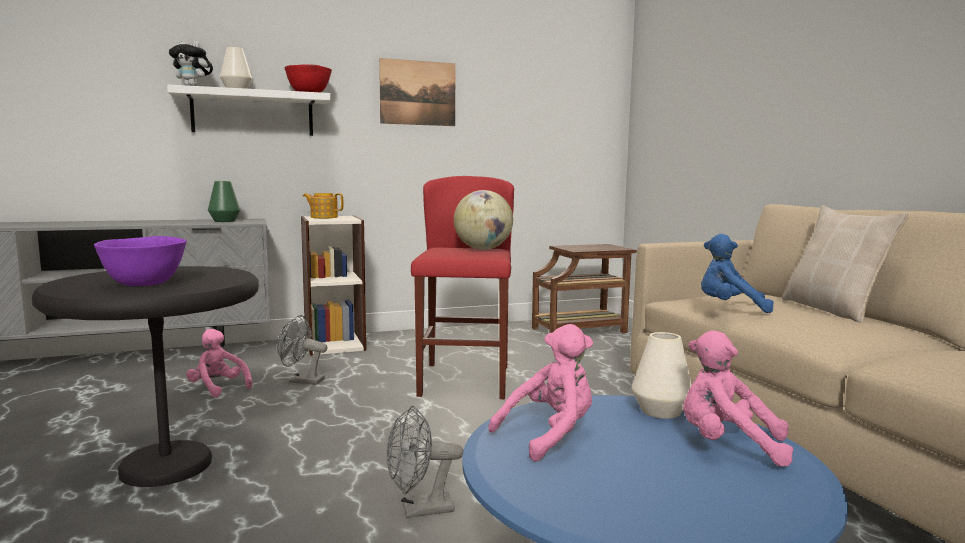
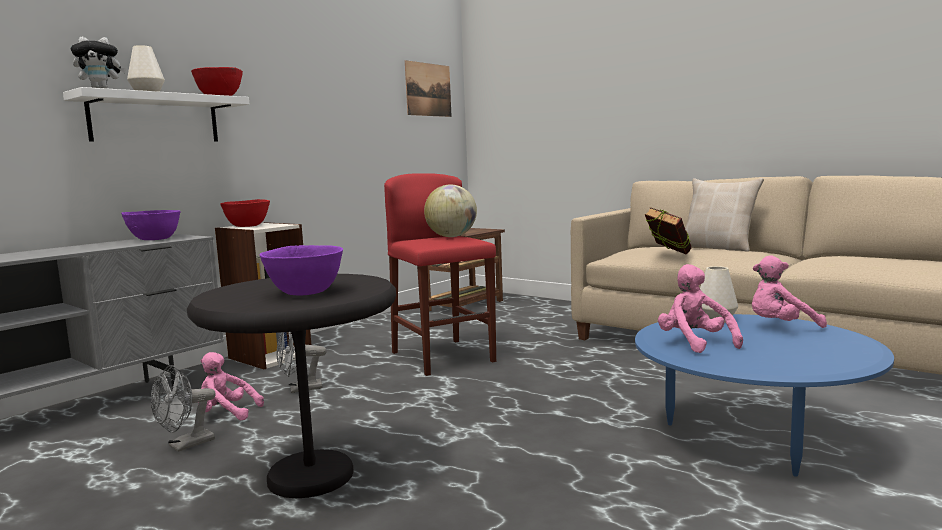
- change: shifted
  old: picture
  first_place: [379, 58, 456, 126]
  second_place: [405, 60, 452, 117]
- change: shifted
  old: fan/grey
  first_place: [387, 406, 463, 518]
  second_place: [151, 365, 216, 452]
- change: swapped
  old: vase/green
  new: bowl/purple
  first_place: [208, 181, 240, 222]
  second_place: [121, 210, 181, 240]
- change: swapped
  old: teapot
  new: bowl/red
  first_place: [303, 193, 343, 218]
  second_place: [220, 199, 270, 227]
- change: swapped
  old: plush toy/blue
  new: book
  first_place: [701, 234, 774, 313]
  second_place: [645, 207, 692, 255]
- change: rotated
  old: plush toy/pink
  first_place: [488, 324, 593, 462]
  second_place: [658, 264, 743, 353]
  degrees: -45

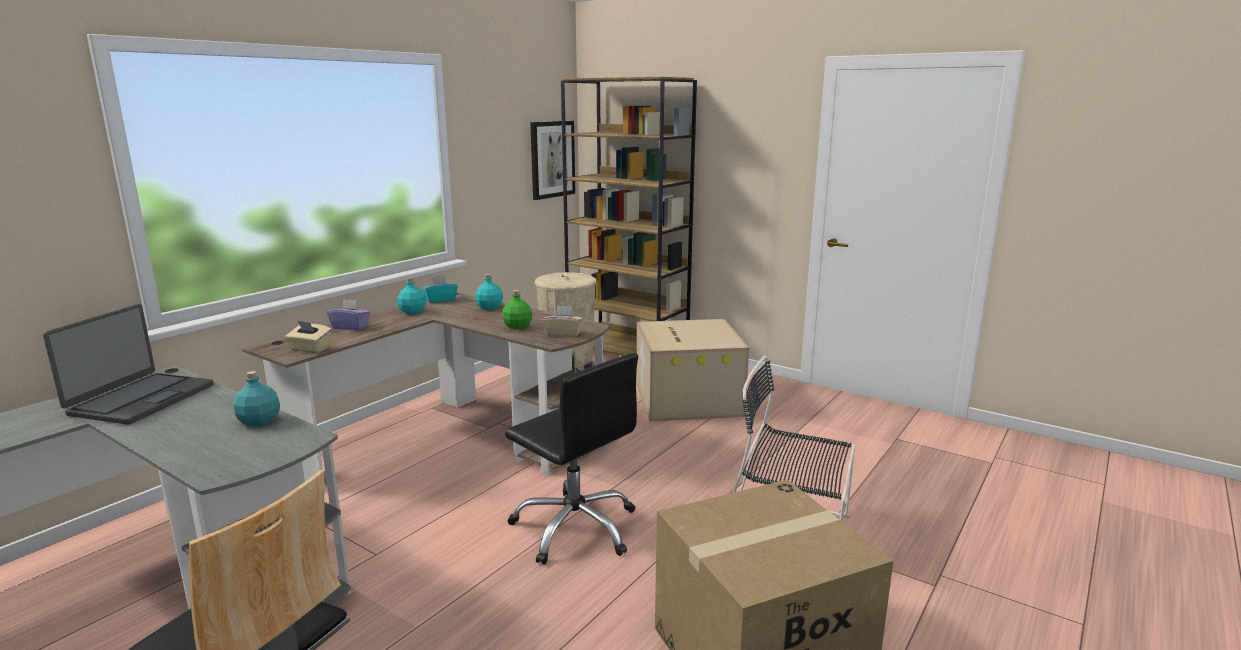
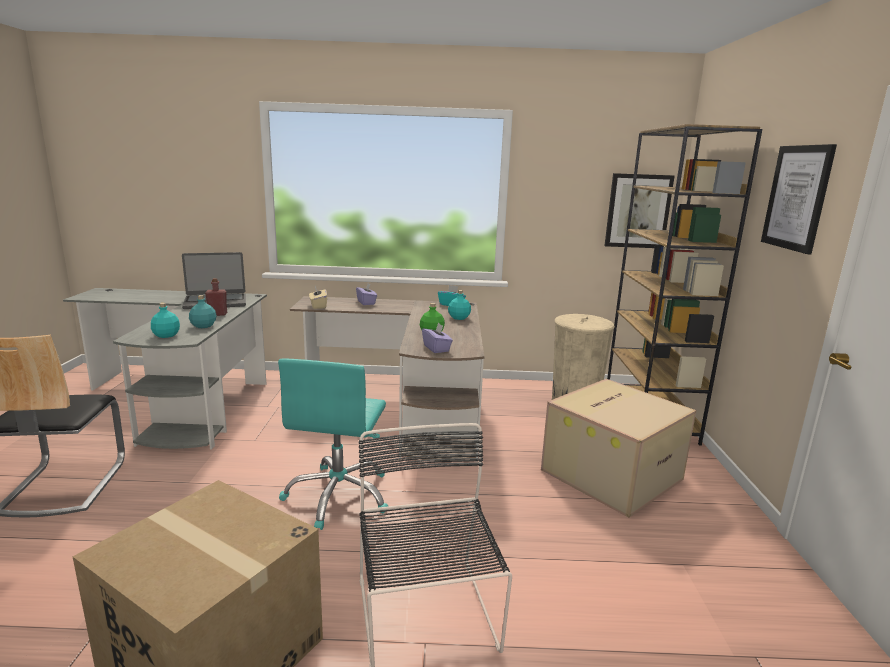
- change: new
  new: bottle/red
  second_place: [205, 278, 227, 316]
- change: new
  new: picture
  second_place: [761, 144, 837, 254]
- change: shifted
  old: bottle/turquoise
  first_place: [397, 277, 426, 314]
  second_place: [151, 303, 180, 338]
- change: repainted
  old: office chair/black
  new: office chair/turquoise
  first_place: [505, 353, 638, 565]
  second_place: [278, 358, 388, 530]
- change: repainted
  old: tissue box/beige
  new: tissue box/purple
  first_place: [543, 306, 584, 338]
  second_place: [422, 322, 453, 353]

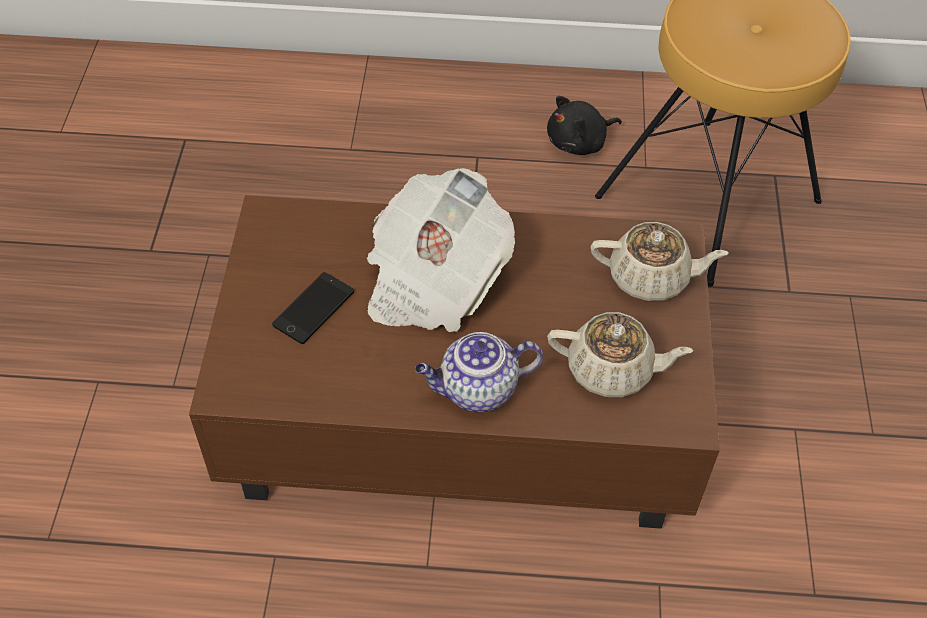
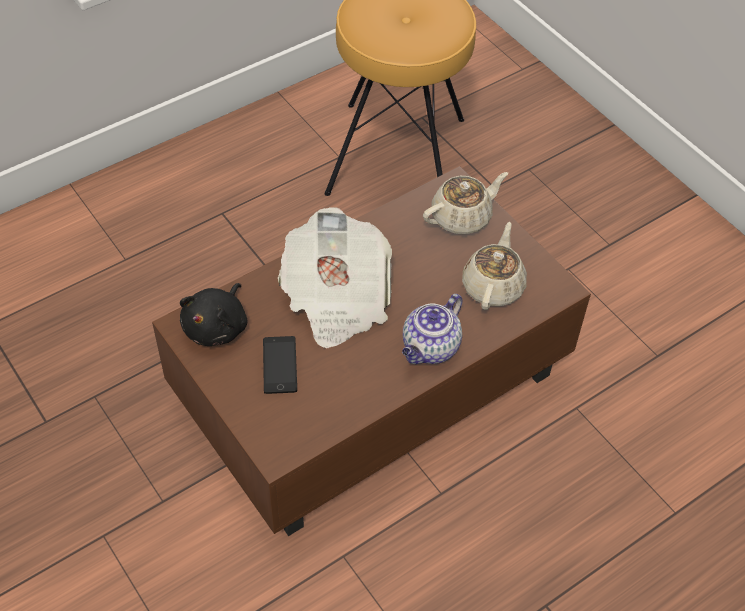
- change: shifted
  old: plush toy/black
  first_place: [547, 96, 622, 155]
  second_place: [180, 283, 247, 346]
- change: rotated
  old: teapot/beige
  first_place: [547, 312, 693, 397]
  second_place: [462, 222, 527, 310]
  degrees: -45

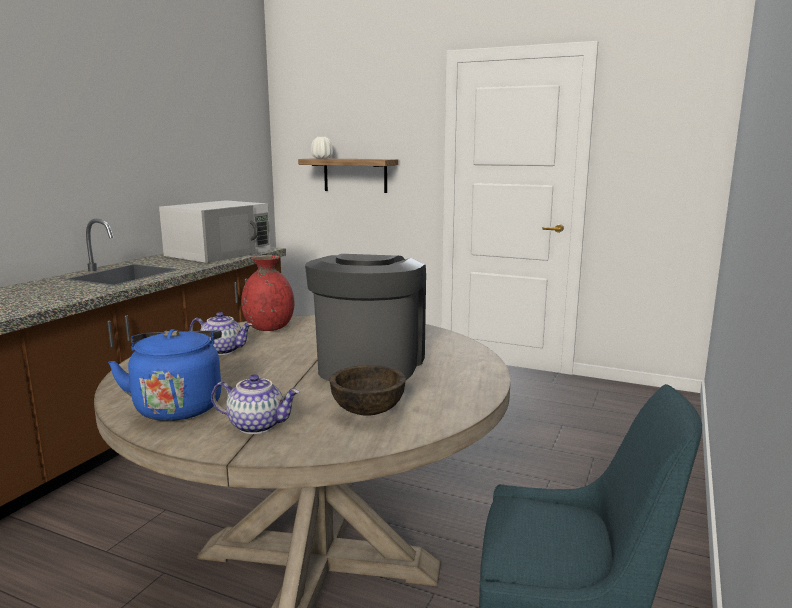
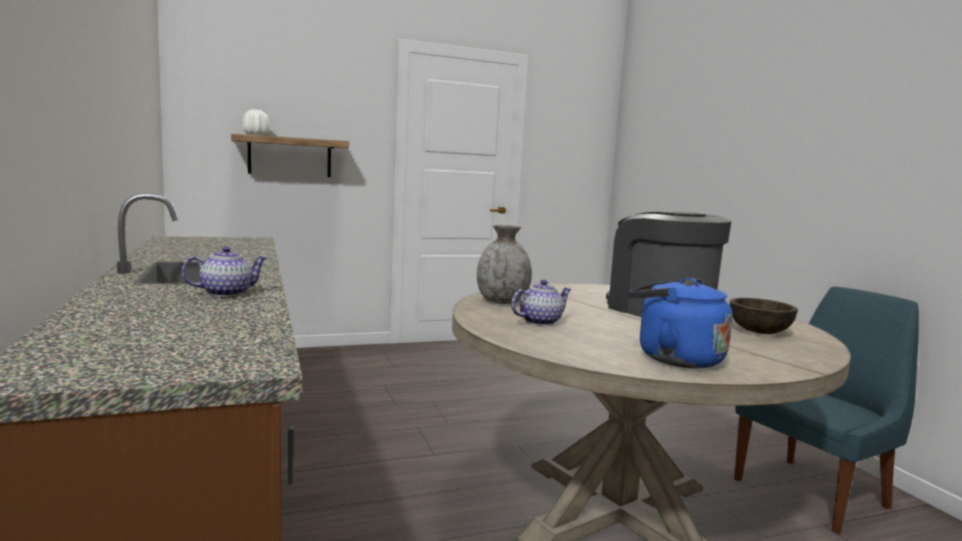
- change: gone
  old: microwave/white
  first_place: [159, 200, 270, 263]
- change: shifted
  old: teapot
  first_place: [211, 374, 300, 434]
  second_place: [182, 247, 267, 297]
- change: repainted
  old: vase/red
  new: vase/grey
  first_place: [241, 255, 294, 331]
  second_place: [477, 225, 532, 304]

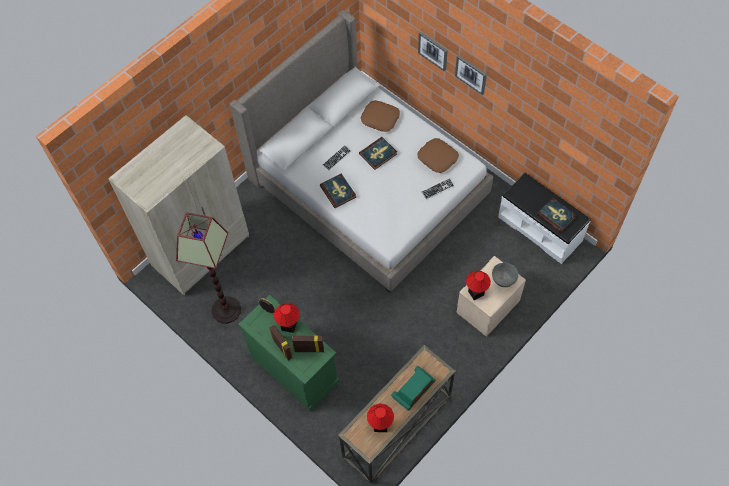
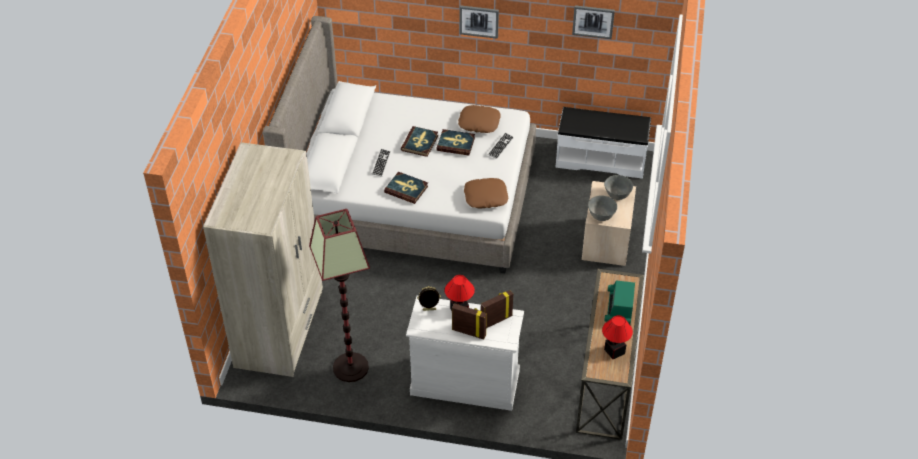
- change: shifted
  old: pillow/brown
  first_place: [361, 100, 400, 132]
  second_place: [464, 178, 509, 208]
- change: shifted
  old: picture
  first_place: [418, 32, 448, 72]
  second_place: [572, 5, 615, 39]
- change: shifted
  old: book
  first_place: [537, 197, 577, 233]
  second_place: [437, 129, 475, 156]
- change: swapped
  old: table lamp
  new: bowl/grey
  first_place: [466, 271, 491, 300]
  second_place: [588, 195, 617, 221]
- change: repainted
  old: dresser/green
  new: dresser/white
  first_place: [238, 295, 340, 411]
  second_place: [406, 296, 524, 411]

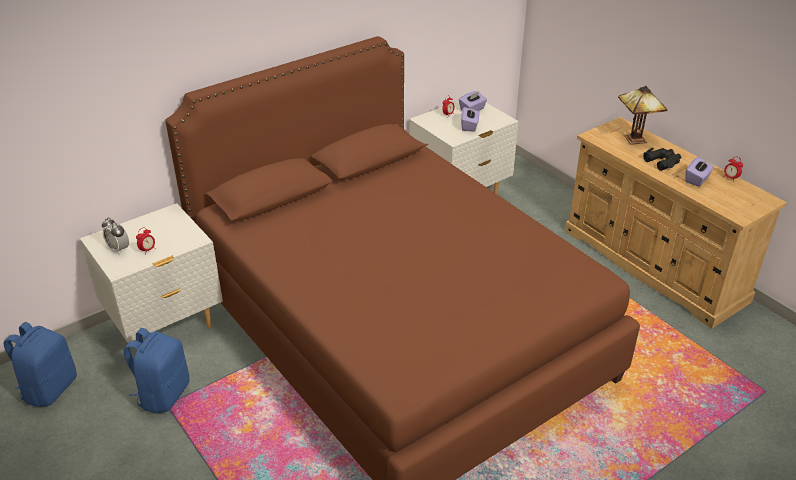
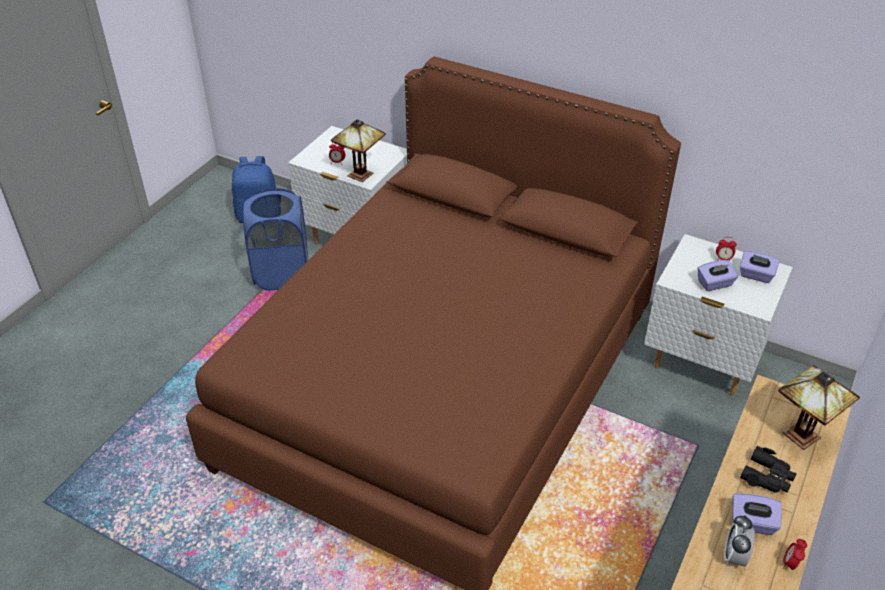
- change: new
  new: table lamp
  second_place: [331, 119, 386, 182]
- change: shifted
  old: alarm clock
  first_place: [102, 217, 129, 255]
  second_place: [724, 515, 755, 567]
- change: swapped
  old: backpack/blue
  new: laundry basket/blue
  first_place: [124, 328, 189, 413]
  second_place: [243, 188, 308, 291]

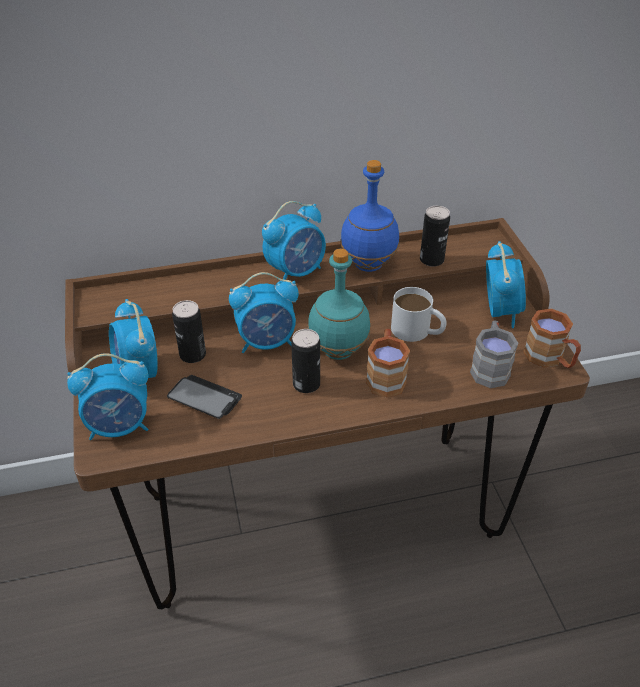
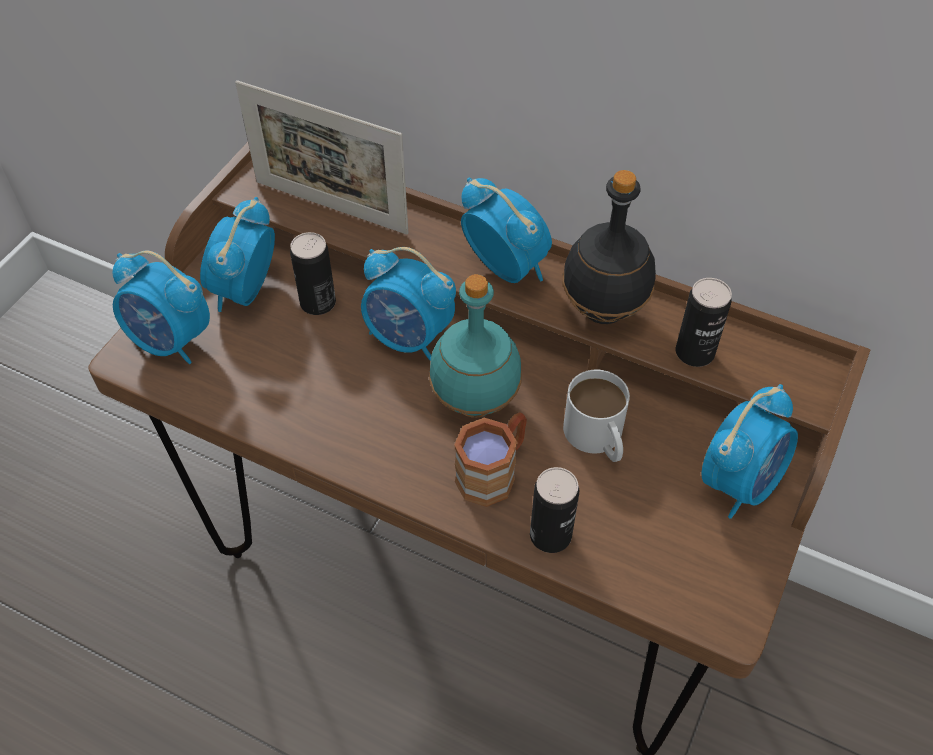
- change: gone
  old: phone
  first_place: [167, 375, 242, 419]
- change: gone
  old: mug/grey
  first_place: [470, 320, 519, 388]
- change: gone
  old: mug/brown
  first_place: [523, 309, 581, 368]
- change: new
  new: picture frame
  second_place: [235, 80, 408, 235]
- change: shifted
  old: can
  first_place: [291, 329, 320, 393]
  second_place: [530, 467, 579, 553]
- change: repainted
  old: bottle/blue
  new: bottle/black
  first_place: [340, 160, 399, 272]
  second_place: [563, 170, 656, 324]
- change: rotated
  old: alarm clock
  first_place: [262, 201, 326, 280]
  second_place: [461, 178, 552, 283]
  degrees: -135

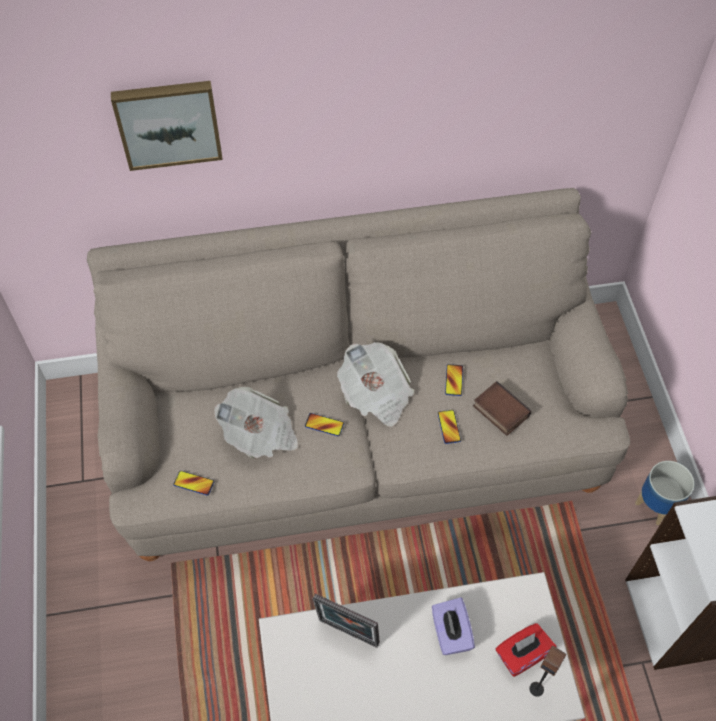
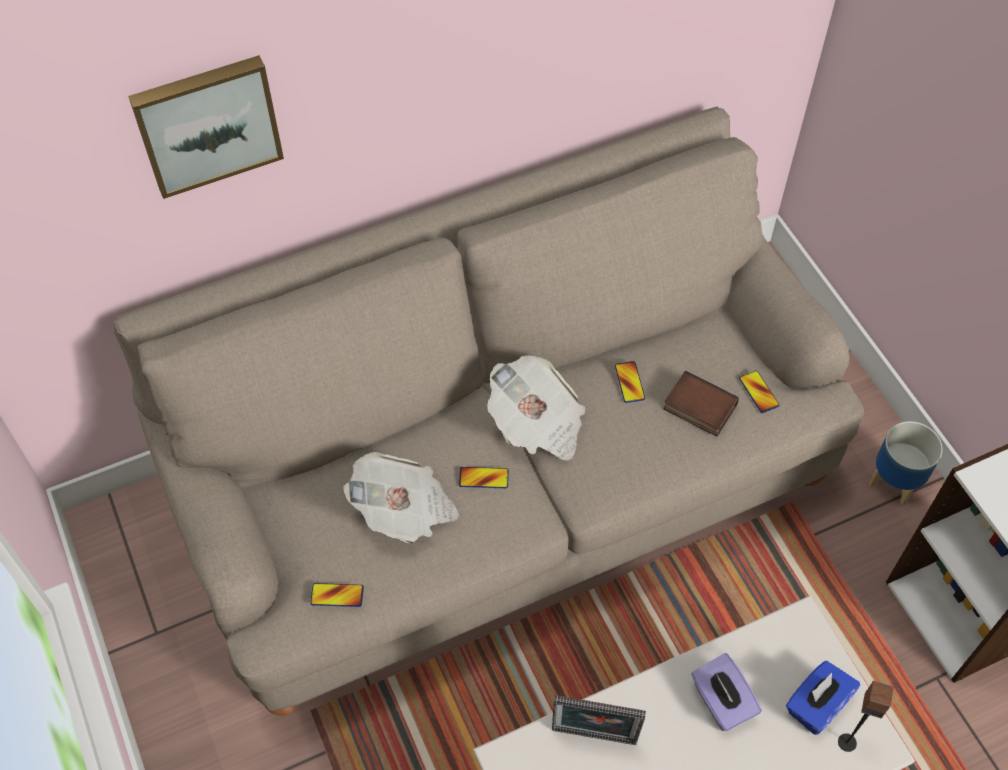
- change: shifted
  old: phone
  first_place: [438, 410, 461, 444]
  second_place: [739, 370, 780, 413]
- change: repainted
  old: tissue box/red
  new: tissue box/blue
  first_place: [495, 623, 556, 677]
  second_place: [786, 661, 860, 735]

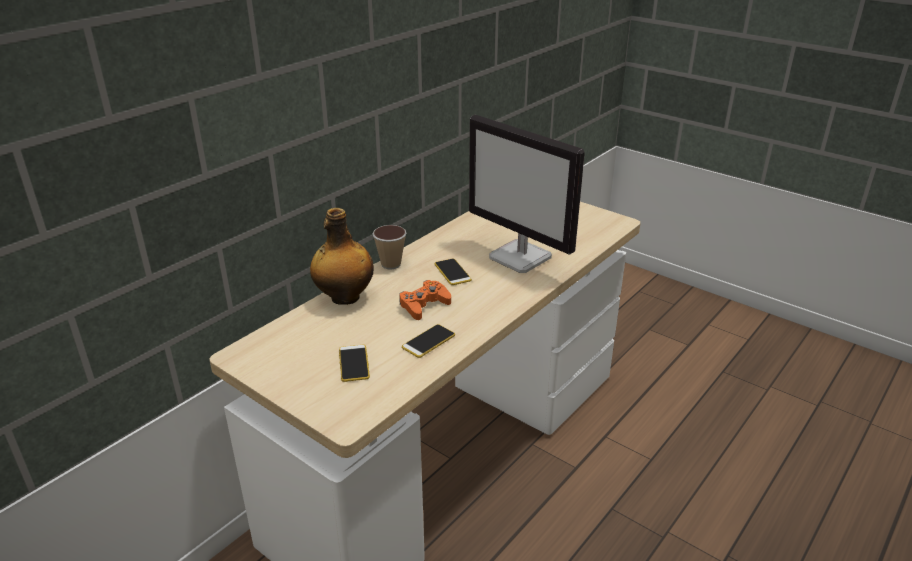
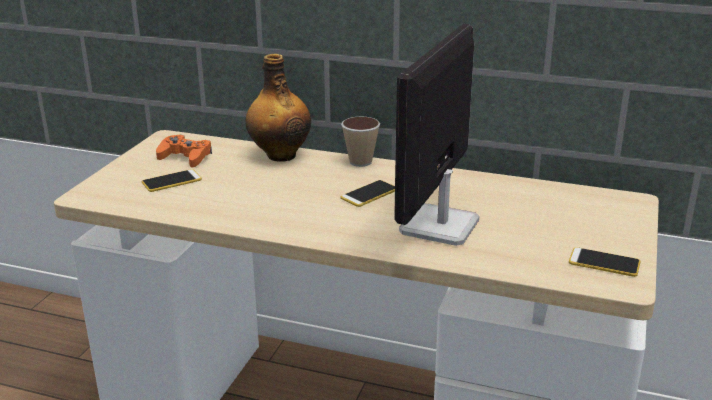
- change: shifted
  old: game controller/orange
  first_place: [399, 280, 451, 320]
  second_place: [156, 135, 212, 168]
- change: shifted
  old: phone
  first_place: [402, 324, 455, 358]
  second_place: [569, 247, 640, 277]

